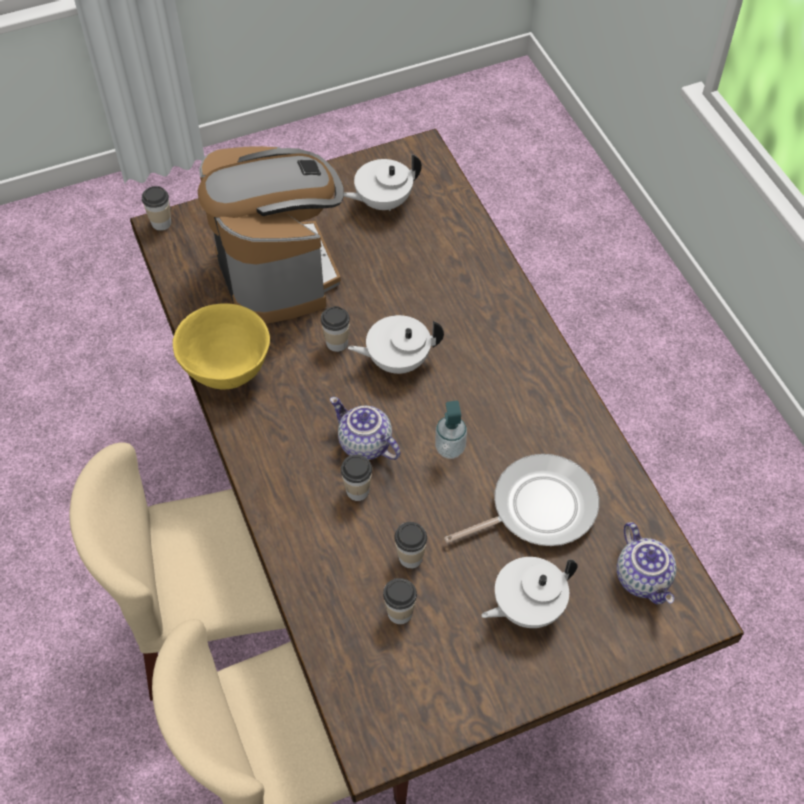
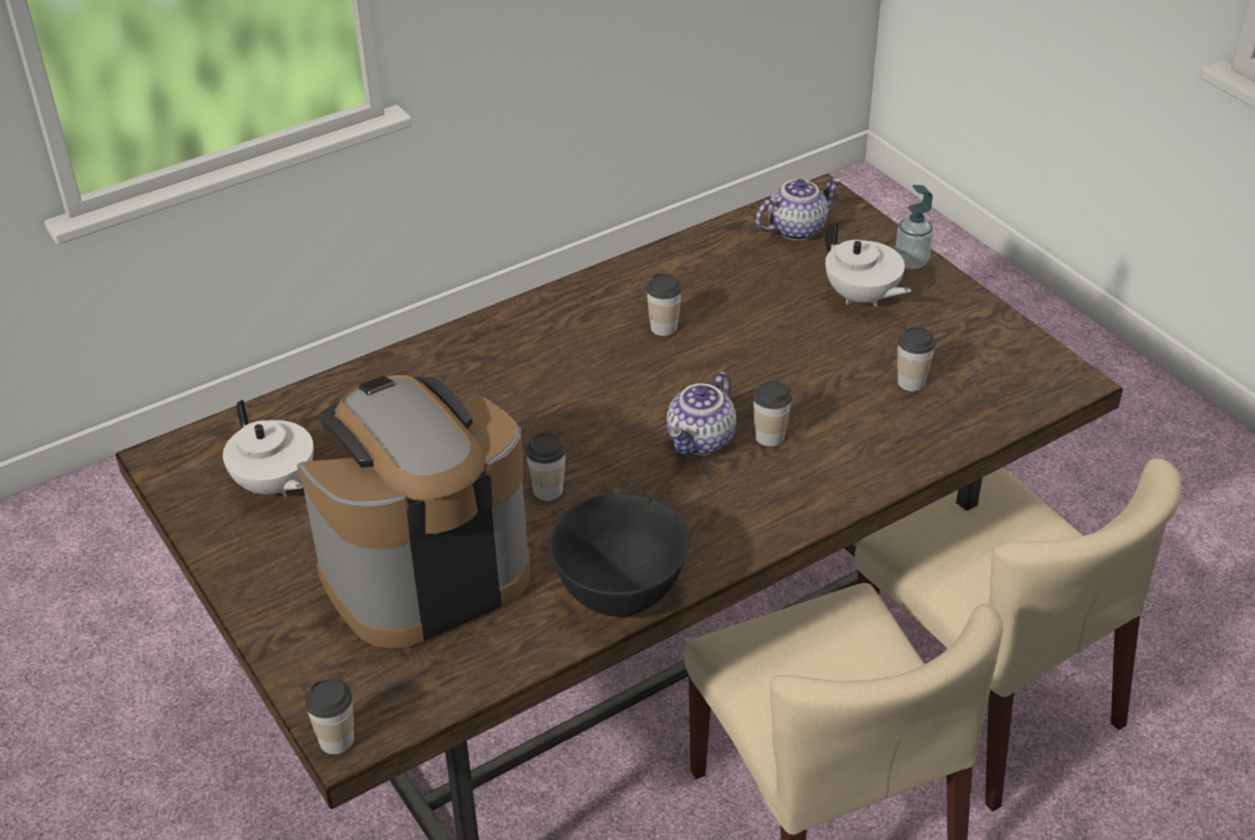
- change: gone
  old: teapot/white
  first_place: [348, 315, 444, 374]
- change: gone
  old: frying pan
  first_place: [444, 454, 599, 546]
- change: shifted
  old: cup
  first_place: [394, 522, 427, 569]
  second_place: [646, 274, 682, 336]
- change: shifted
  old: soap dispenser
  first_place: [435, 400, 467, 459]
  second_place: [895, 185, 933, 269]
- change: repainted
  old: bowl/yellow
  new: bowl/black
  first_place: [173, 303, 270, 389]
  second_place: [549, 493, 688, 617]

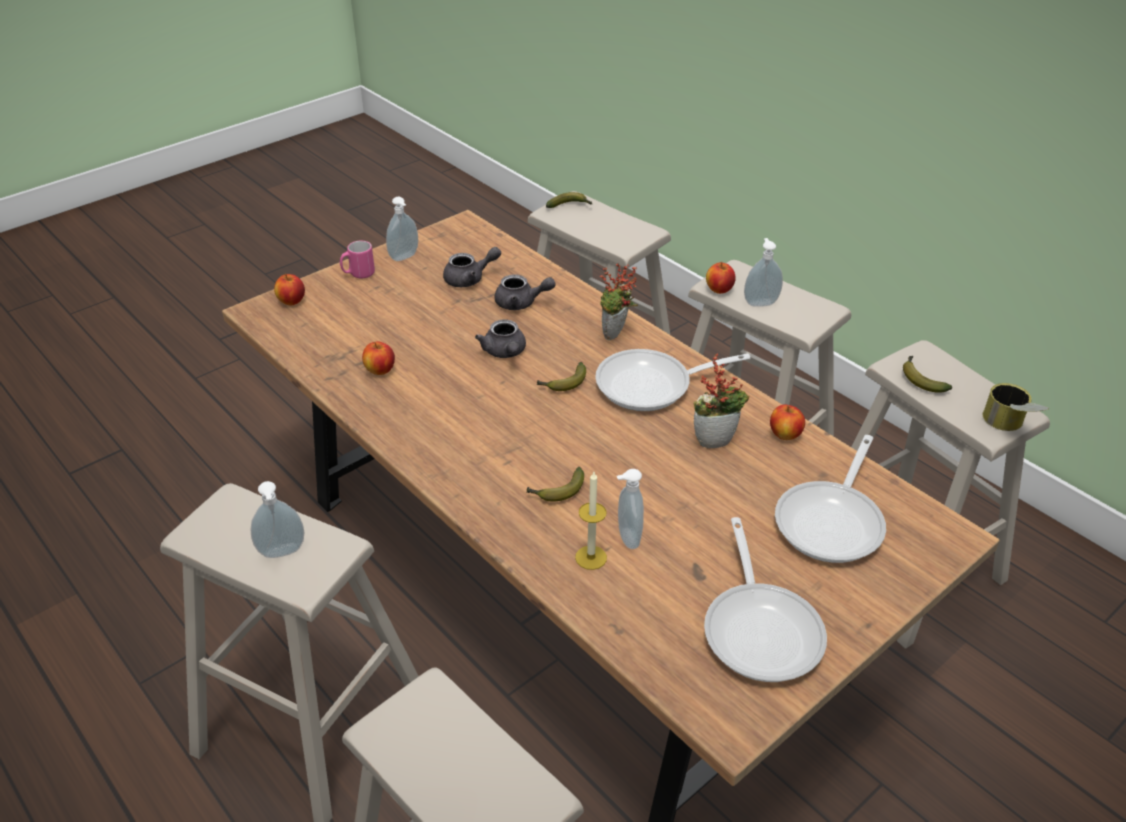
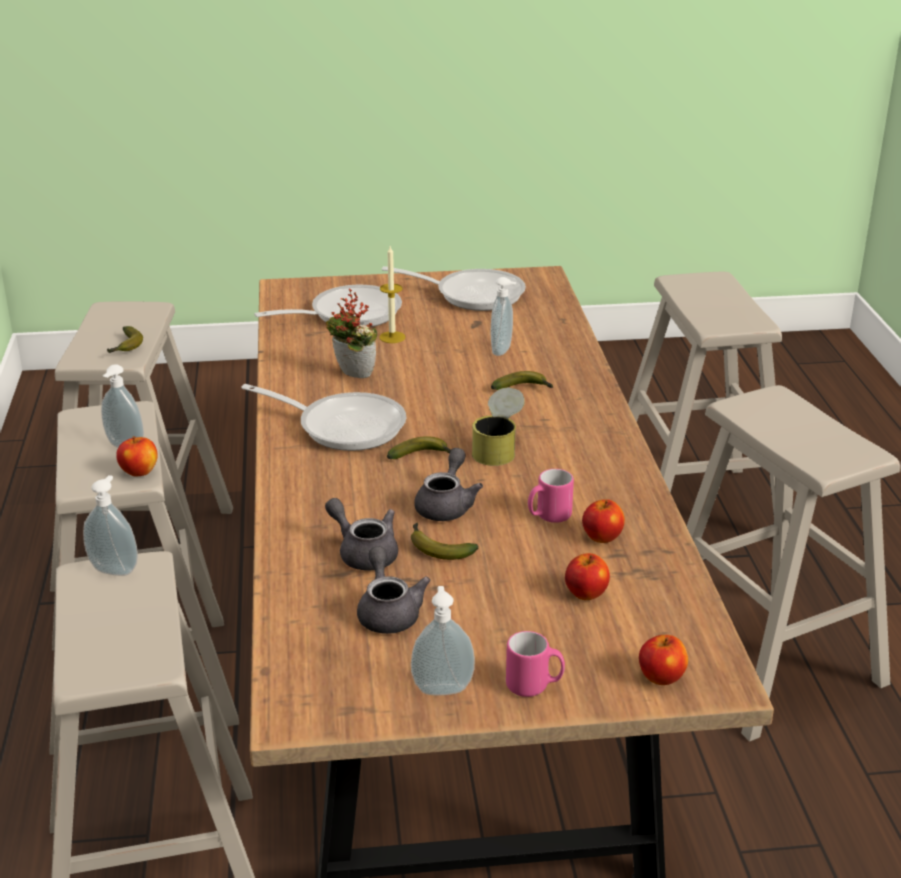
- change: gone
  old: potted plant
  first_place: [600, 263, 638, 340]
- change: new
  new: mug/pink
  second_place: [528, 469, 574, 523]
- change: shifted
  old: soap dispenser
  first_place: [251, 481, 304, 558]
  second_place: [83, 475, 138, 576]
- change: shifted
  old: banana
  first_place: [546, 192, 592, 208]
  second_place: [411, 523, 478, 560]
- change: shifted
  old: candle
  first_place: [575, 472, 607, 570]
  second_place: [379, 246, 405, 343]
- change: shifted
  old: apple
  first_place: [770, 405, 805, 440]
  second_place: [565, 553, 610, 600]
- change: shifted
  old: can
  first_place: [983, 383, 1049, 431]
  second_place: [472, 387, 525, 466]
- change: rotated
  old: teapot/grey
  first_place: [443, 247, 501, 287]
  second_place: [357, 546, 431, 634]
  degrees: 60
- change: rotated
  old: frying pan
  first_place: [704, 517, 827, 682]
  second_place: [382, 266, 526, 311]
  degrees: 75

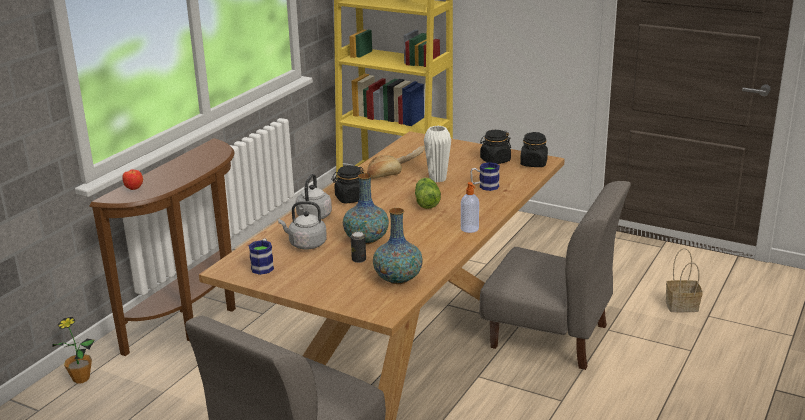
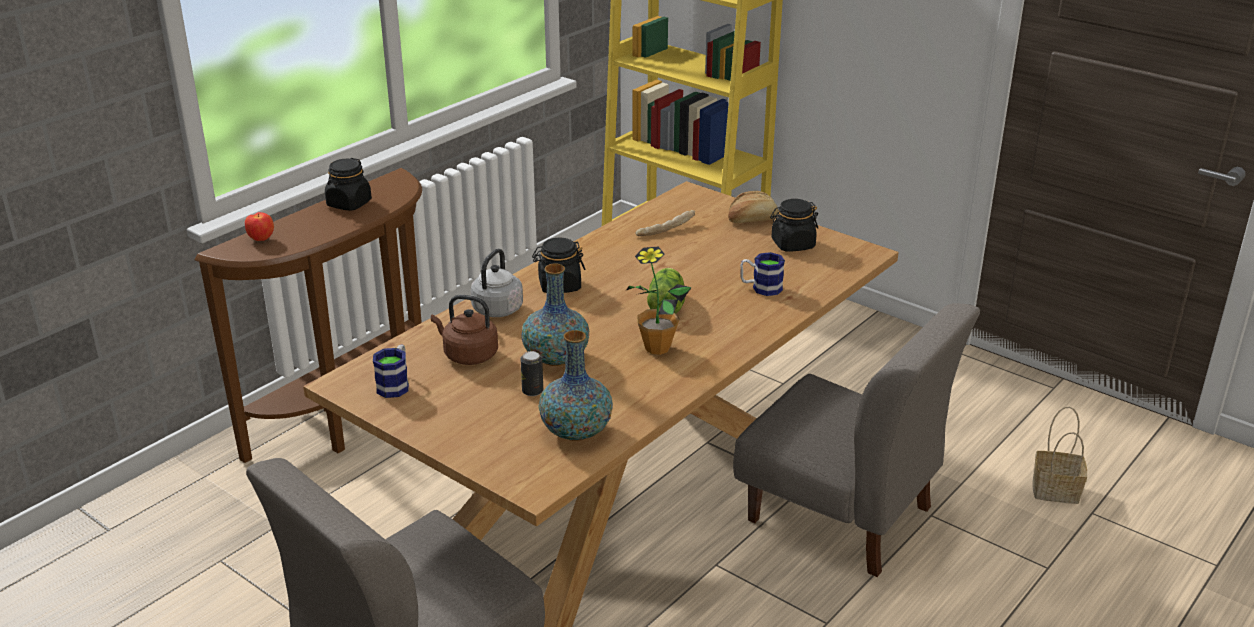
- change: gone
  old: vase/white
  first_place: [424, 126, 451, 182]
- change: gone
  old: soap dispenser
  first_place: [461, 182, 479, 233]
- change: shifted
  old: potted plant
  first_place: [53, 317, 95, 383]
  second_place: [626, 247, 692, 355]
- change: shifted
  old: bread
  first_place: [367, 155, 402, 179]
  second_place: [728, 191, 778, 223]
- change: shifted
  old: jar/black
  first_place: [520, 132, 548, 167]
  second_place: [325, 158, 372, 211]
- change: repainted
  old: kettle/grey
  new: kettle/brown
  first_place: [278, 201, 327, 250]
  second_place: [431, 295, 498, 365]

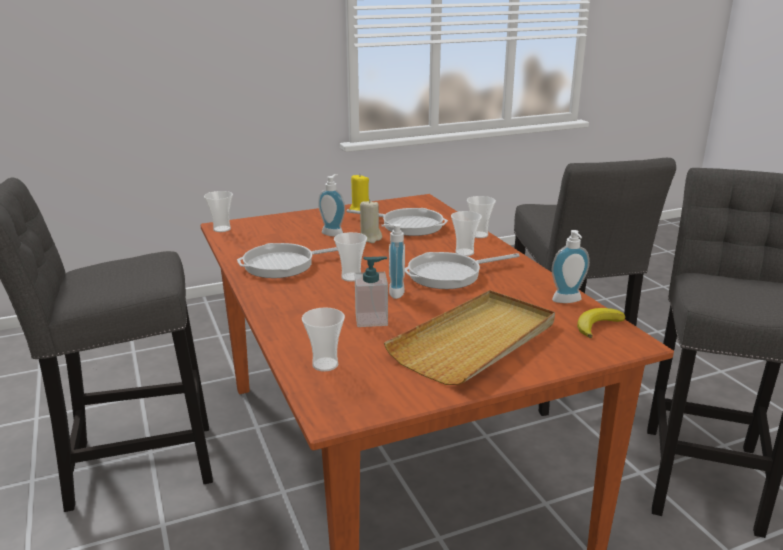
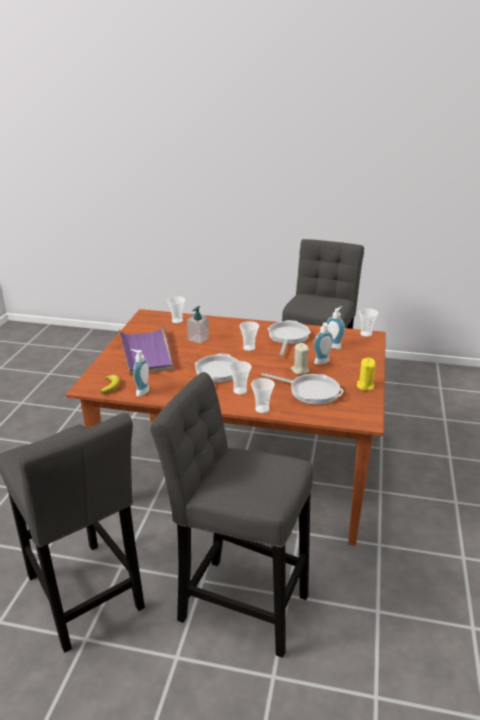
- change: shifted
  old: soap dispenser
  first_place: [381, 224, 405, 299]
  second_place: [326, 307, 345, 349]
- change: repainted
  old: tray/beige
  new: tray/purple
  first_place: [384, 290, 555, 385]
  second_place: [119, 325, 174, 375]
- change: rotated
  old: frying pan
  first_place: [346, 208, 448, 236]
  second_place: [261, 373, 344, 405]
  degrees: -120

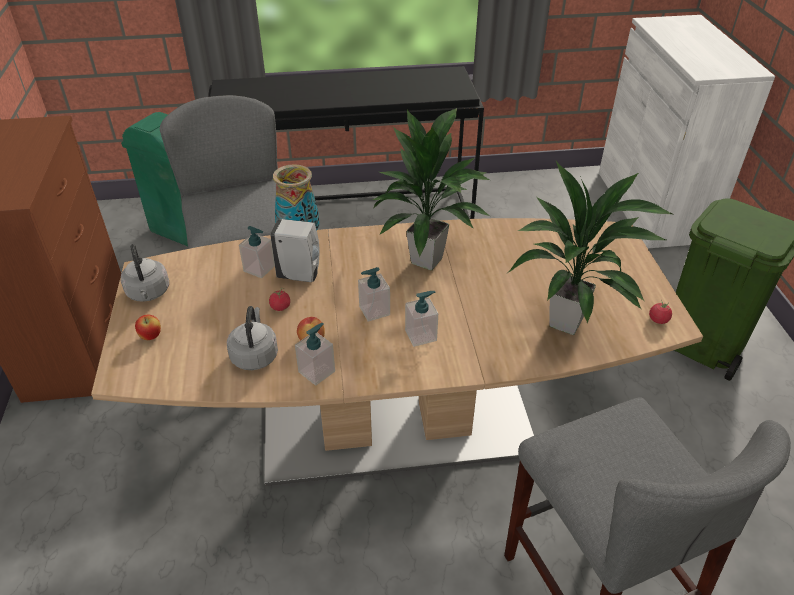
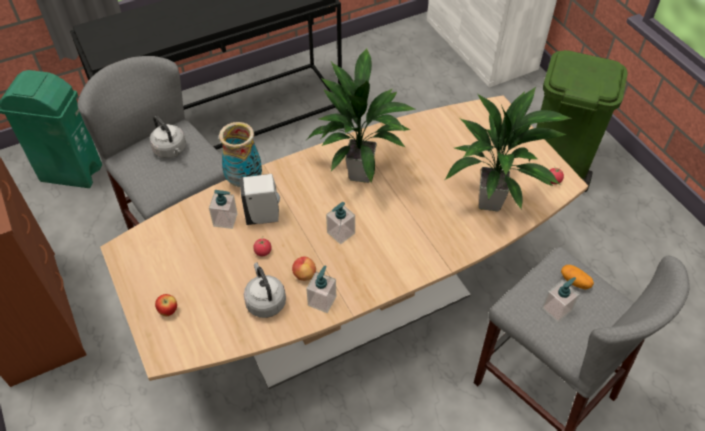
- change: new
  new: potato
  second_place: [561, 265, 594, 290]
- change: shifted
  old: kettle/grey
  first_place: [121, 244, 169, 302]
  second_place: [149, 116, 186, 158]
- change: shifted
  old: soap dispenser
  first_place: [405, 291, 438, 347]
  second_place: [542, 277, 580, 322]

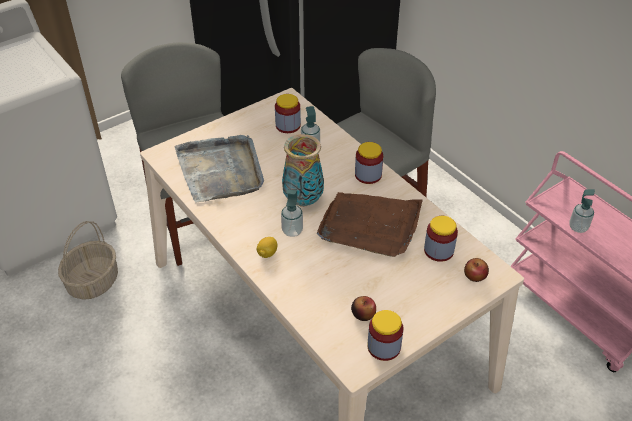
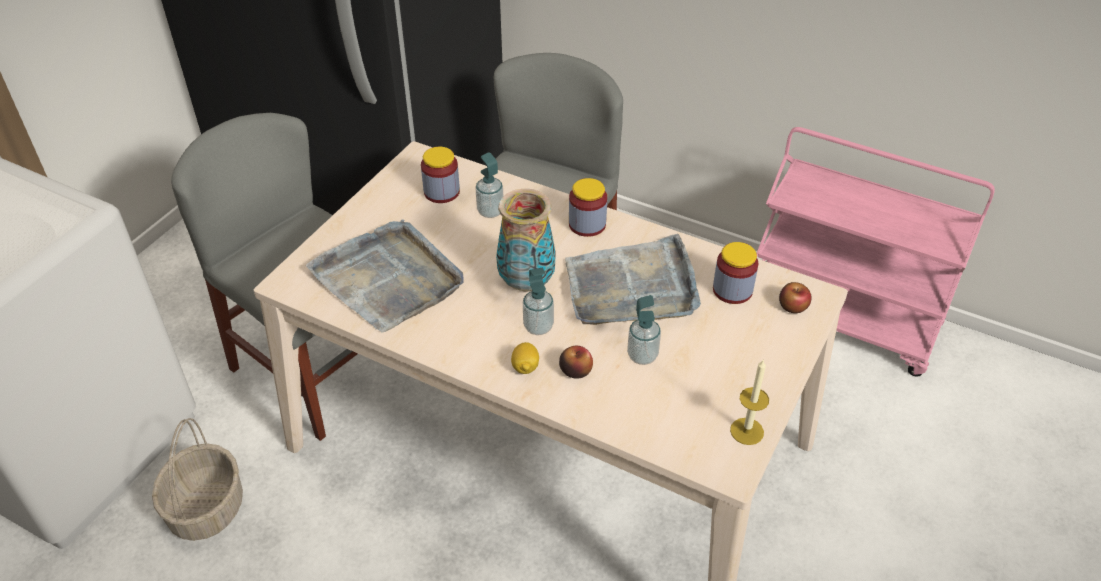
- change: shifted
  old: apple
  first_place: [351, 296, 376, 321]
  second_place: [559, 346, 593, 379]
- change: shifted
  old: soap dispenser
  first_place: [569, 189, 595, 233]
  second_place: [627, 295, 661, 365]
- change: swapped
  old: jar
  new: candle
  first_place: [367, 310, 403, 361]
  second_place: [730, 359, 769, 445]
- change: repainted
  old: tray/brown
  new: tray/grey
  first_place: [317, 192, 423, 257]
  second_place: [565, 234, 701, 325]

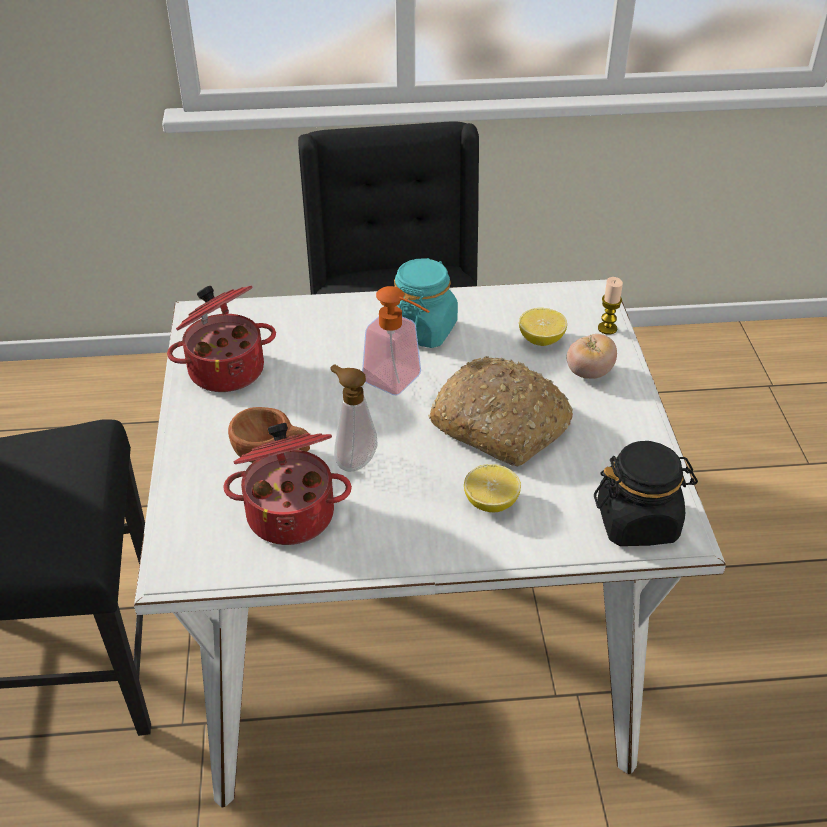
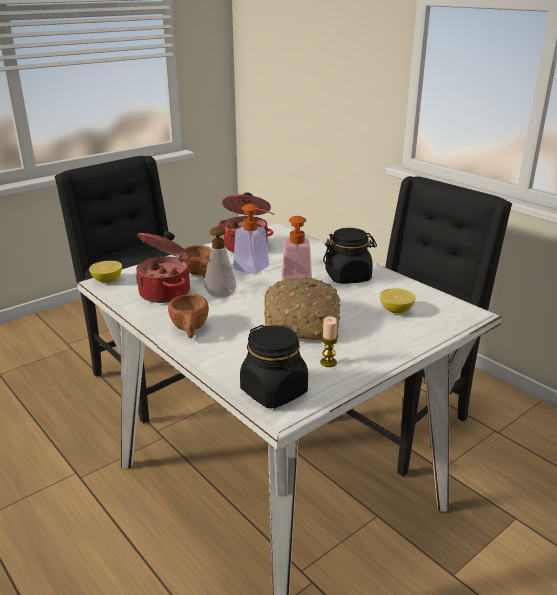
- change: gone
  old: tomato
  first_place: [567, 334, 617, 379]
- change: new
  new: cup/brown
  second_place: [168, 294, 209, 338]
- change: new
  new: soap dispenser
  second_place: [233, 204, 274, 274]
- change: shifted
  old: lemon
  first_place: [464, 464, 521, 512]
  second_place: [89, 261, 122, 283]
- change: shifted
  old: candle
  first_place: [598, 277, 623, 335]
  second_place: [320, 316, 338, 367]
- change: repainted
  old: jar/turquoise
  new: jar/black
  first_place: [394, 258, 458, 348]
  second_place: [323, 228, 377, 284]

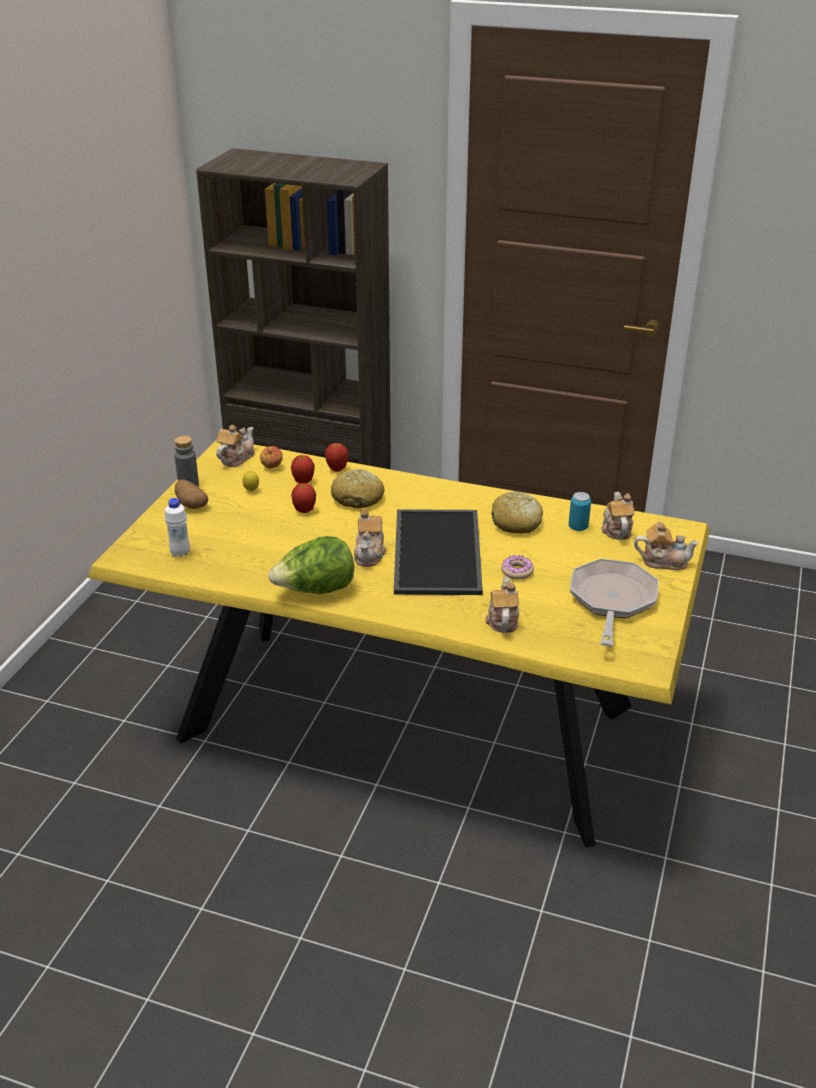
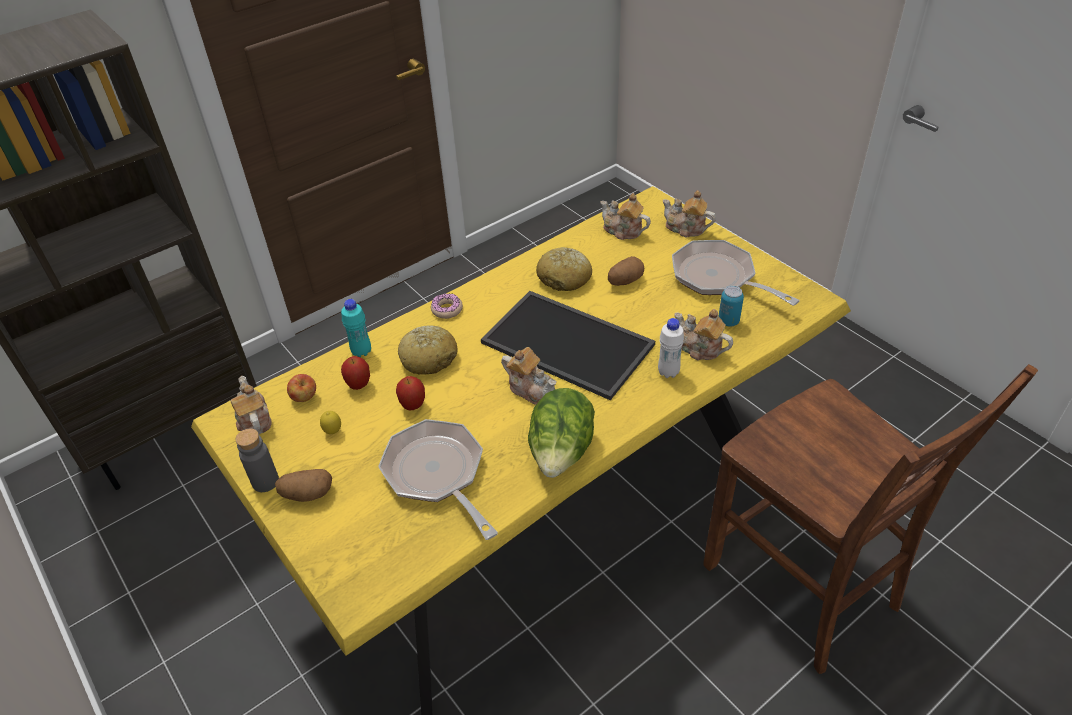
- change: new
  new: frying pan
  second_place: [378, 419, 498, 540]
- change: new
  new: potato
  second_place: [608, 256, 644, 286]
- change: new
  new: chair/brown
  second_place: [703, 364, 1038, 674]
- change: shifted
  old: bottle/white
  first_place: [165, 498, 190, 557]
  second_place: [658, 318, 684, 378]
- change: shifted
  old: donut
  first_place: [501, 555, 534, 580]
  second_place: [431, 293, 463, 319]
- change: shifted
  old: can
  first_place: [569, 492, 591, 531]
  second_place: [719, 286, 744, 327]
- change: swapped
  old: apple
  new: bottle/turquoise
  first_place: [325, 443, 348, 472]
  second_place: [341, 299, 371, 357]
- change: rotated
  old: teapot
  first_place: [634, 522, 699, 570]
  second_place: [663, 190, 716, 238]
  degrees: -105

